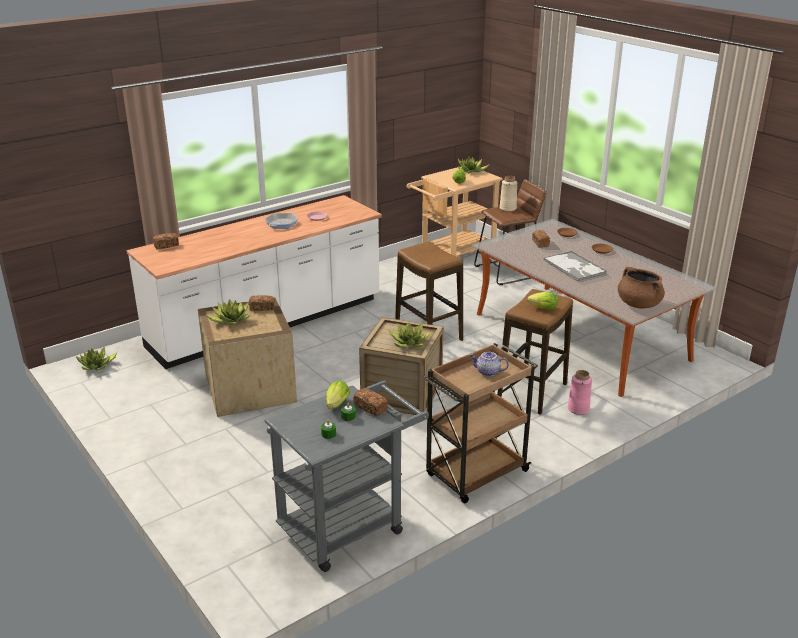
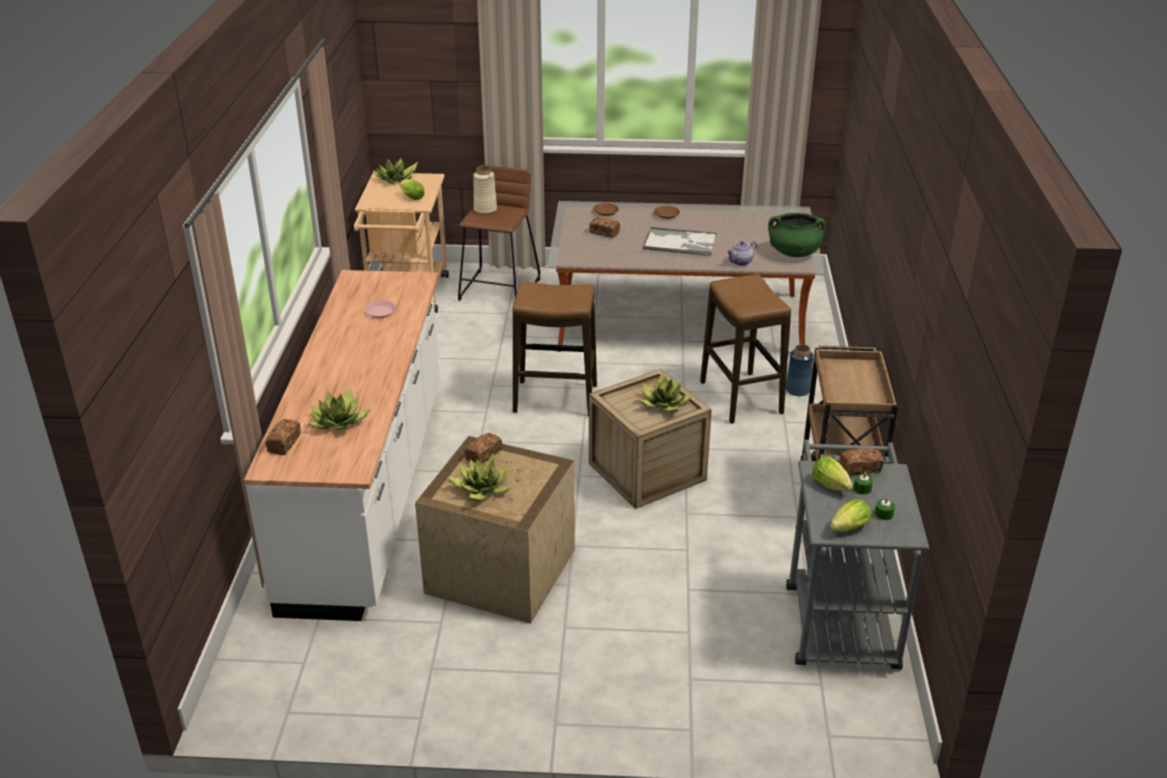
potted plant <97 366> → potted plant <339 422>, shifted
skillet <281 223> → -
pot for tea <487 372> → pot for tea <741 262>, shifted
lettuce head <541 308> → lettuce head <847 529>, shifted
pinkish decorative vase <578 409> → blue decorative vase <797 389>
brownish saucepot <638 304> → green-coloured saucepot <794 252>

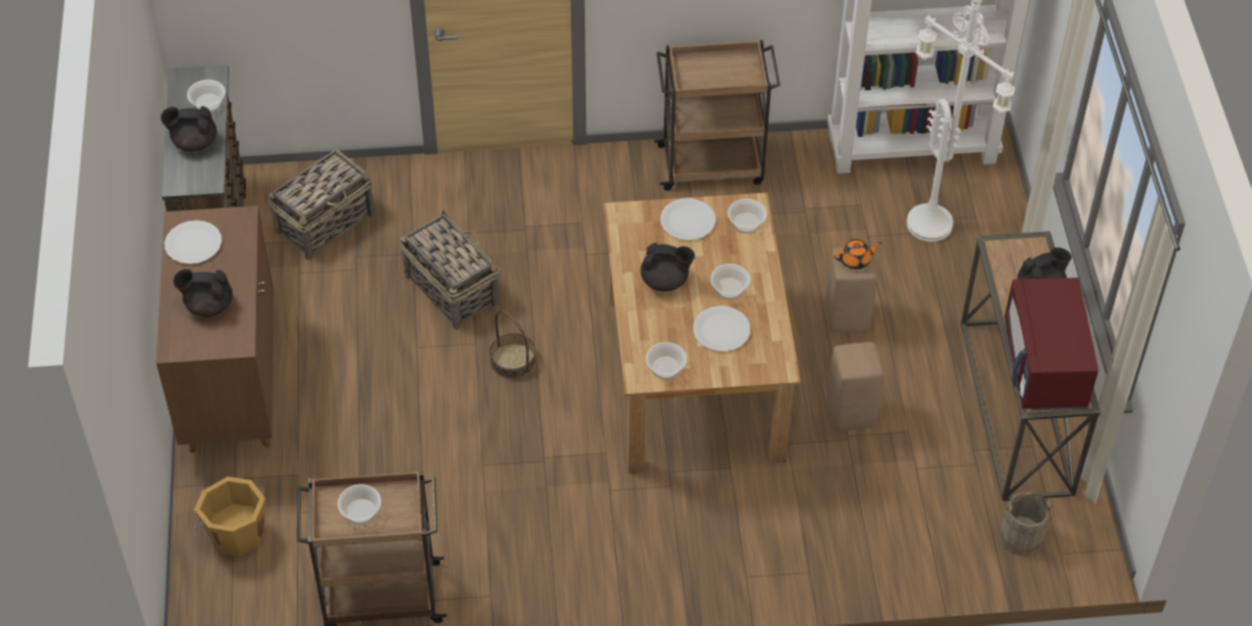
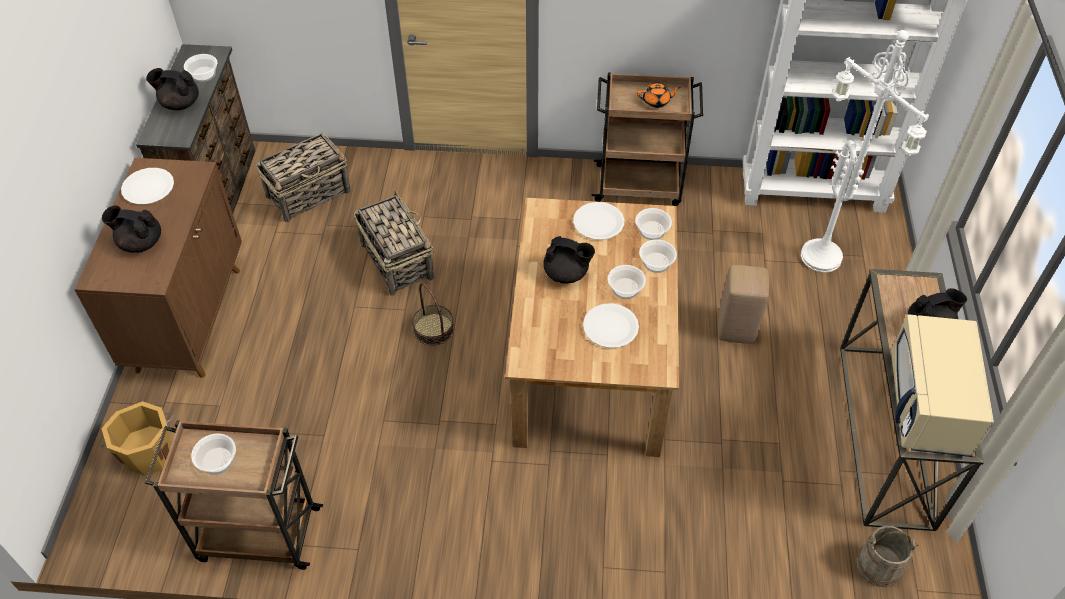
serving bowl <665 368> → serving bowl <656 262>, shifted
sand-coloured stool <851 414> → -
orange pot for tea <855 260> → orange pot for tea <656 101>, shifted
red-coloured microwave <1045 366> → sand-coloured microwave <929 405>

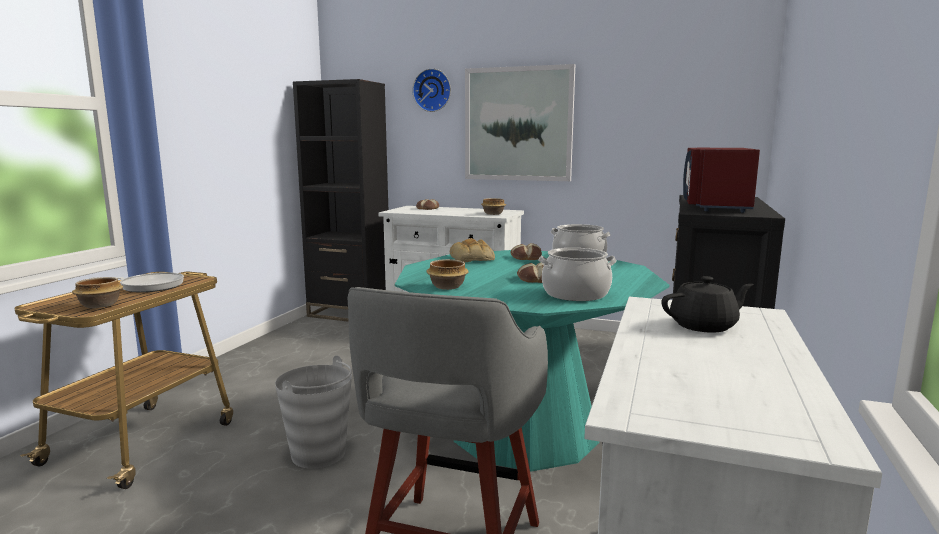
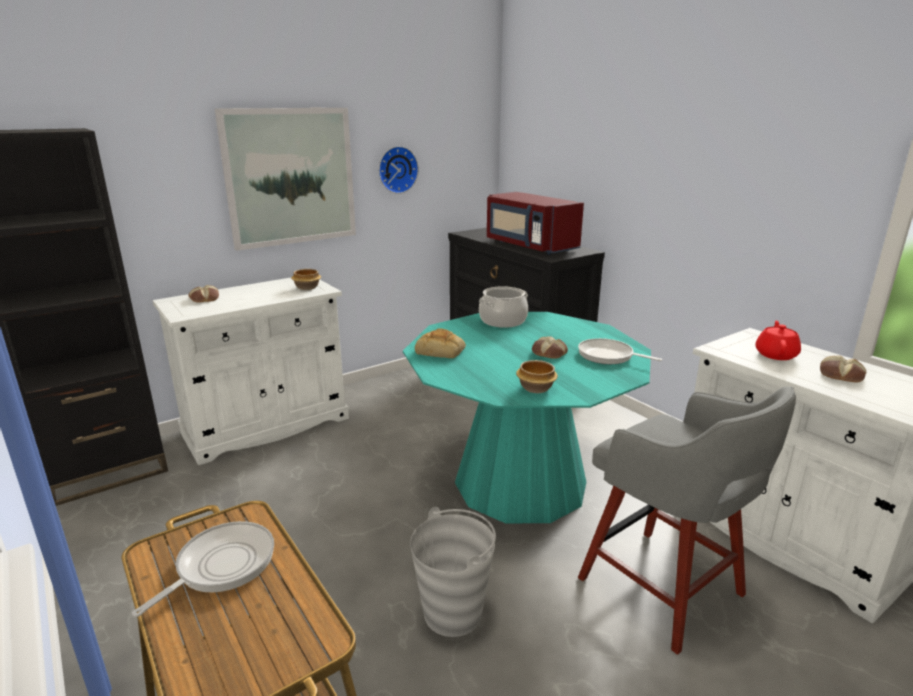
serving bowl <99 305> → -
clock on the wall <432 90> → clock on the wall <396 169>, shifted
bread <525 257> → bread <840 375>, shifted
saucepot <575 294> → skillet <608 356>
blackish pot for tea <704 326> → red-coloured pot for tea <776 354>

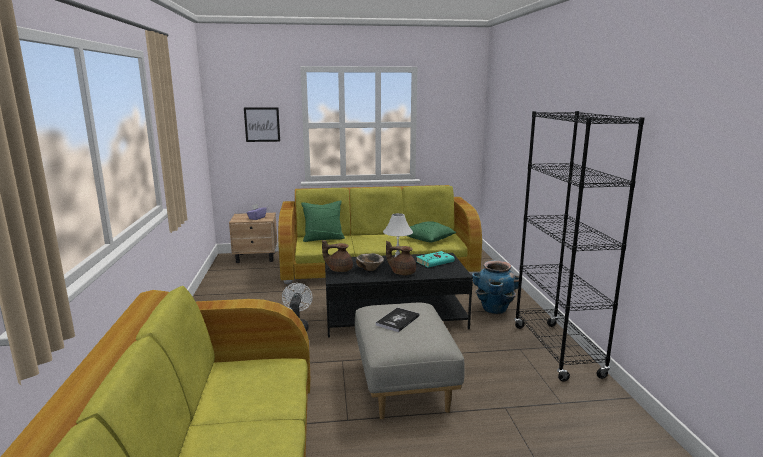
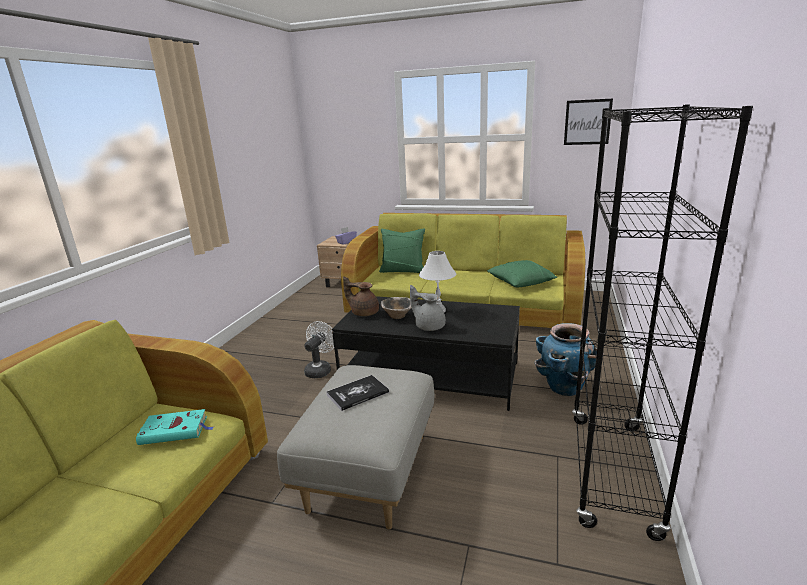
wall picture <262 124> → wall picture <587 122>, shifted
brownish pot for tea <402 272> → grey pot for tea <429 326>
turquoise-coloured bound book <435 261> → turquoise-coloured bound book <176 430>, shifted

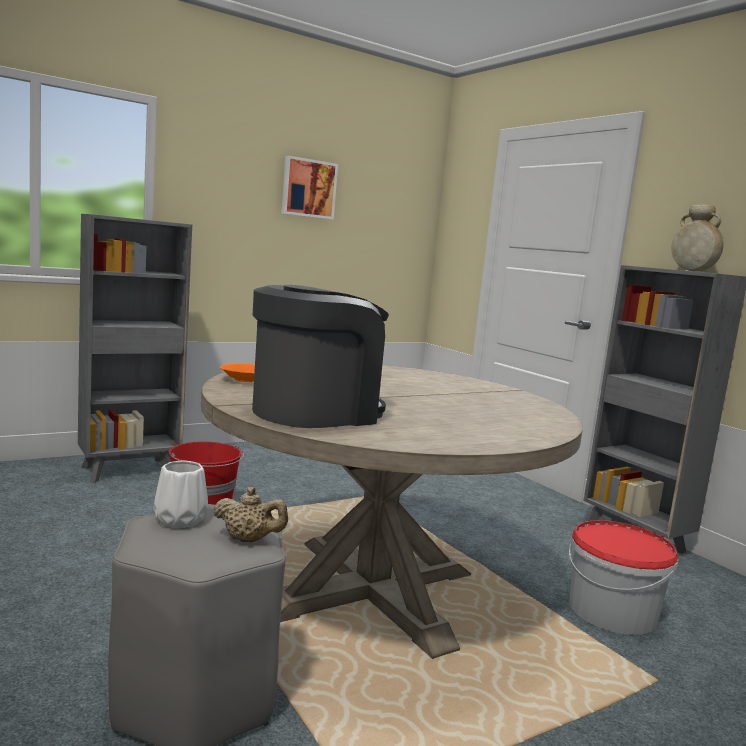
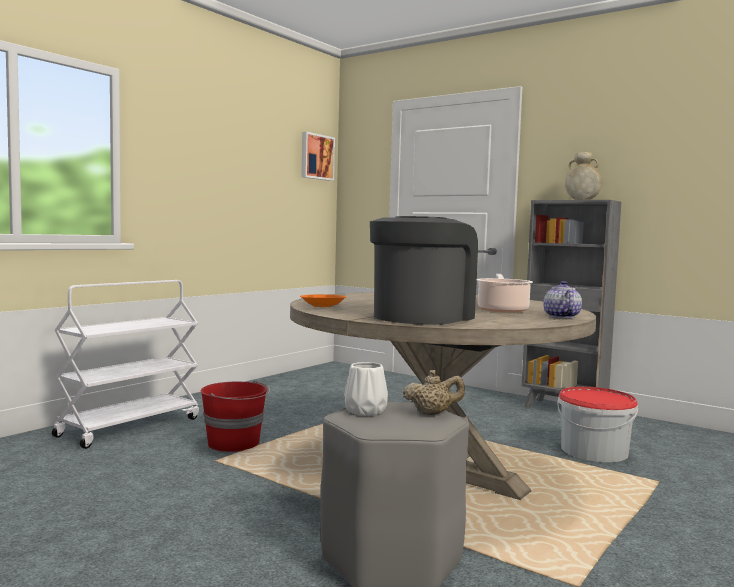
grey bookshelf <130 470> → white trolley <130 427>
wall picture <308 188> → wall picture <316 157>, shifted
- → saucepot <502 309>
- → pot for tea <560 316>

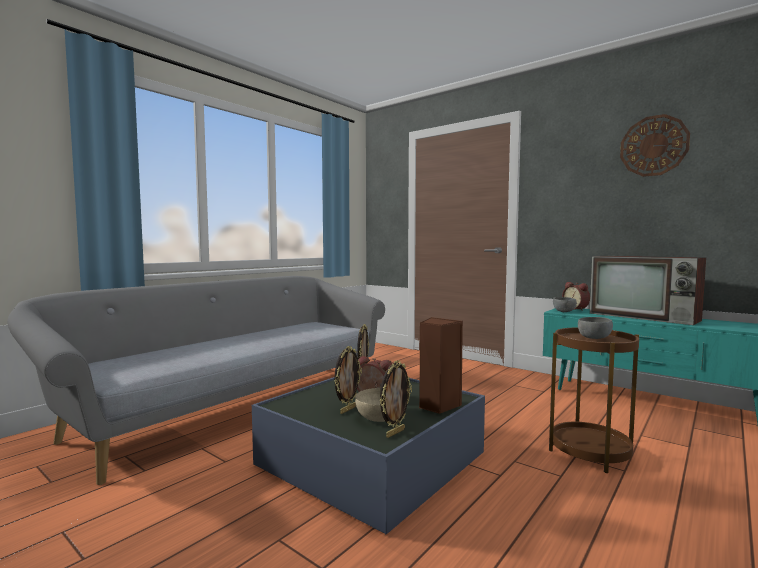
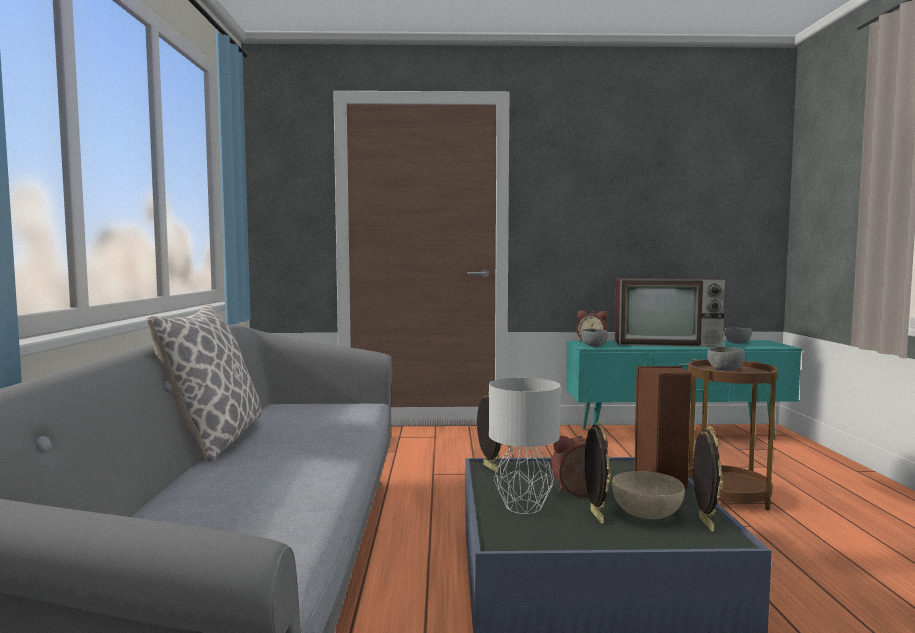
clock on the wall <653 146> → -
- → throw pillow <214 440>
- → grey table lamp <525 506>
- → grey serving bowl <737 343>

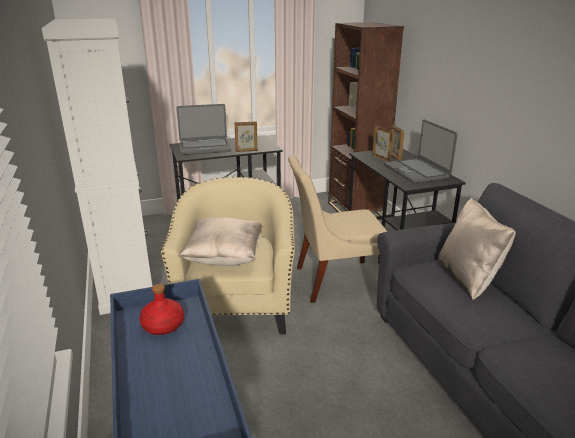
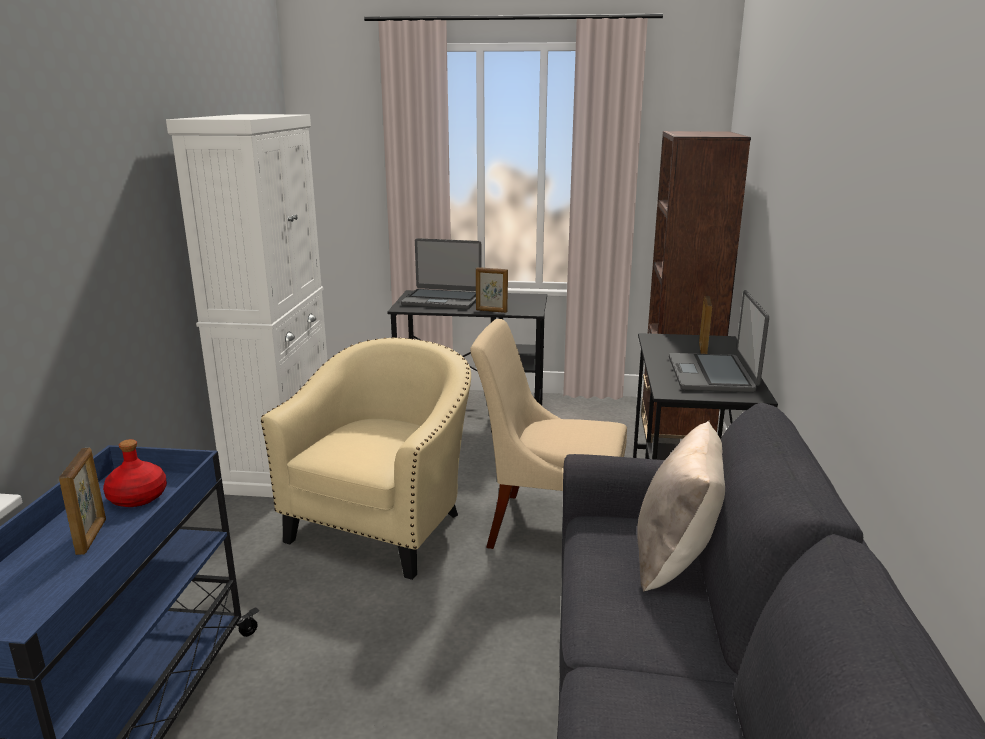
sand-coloured throw pillow <224 257> → -
photo frame <381 158> → photo frame <92 536>, shifted

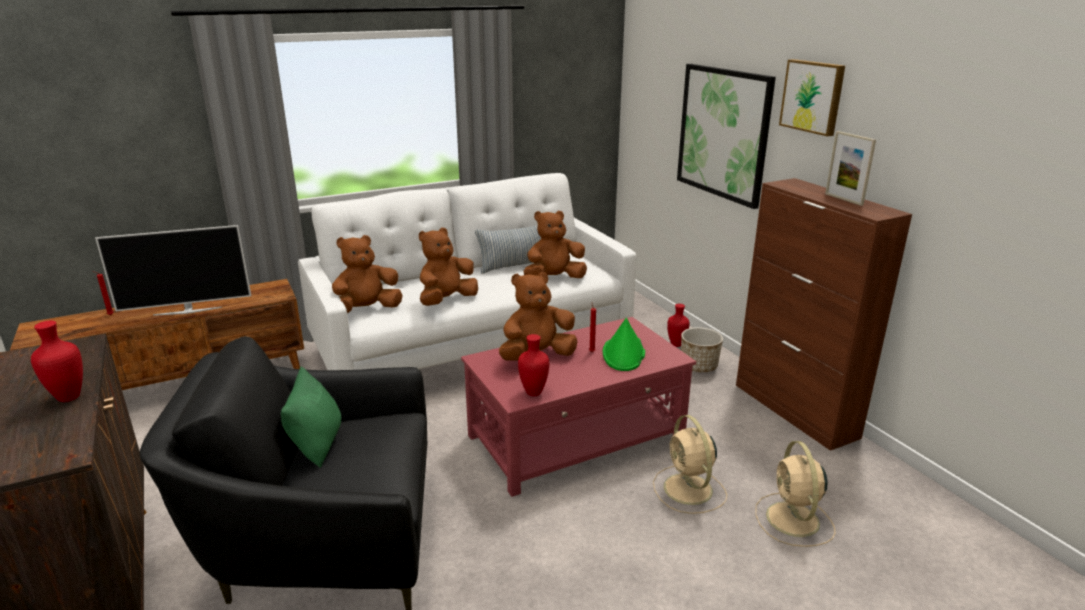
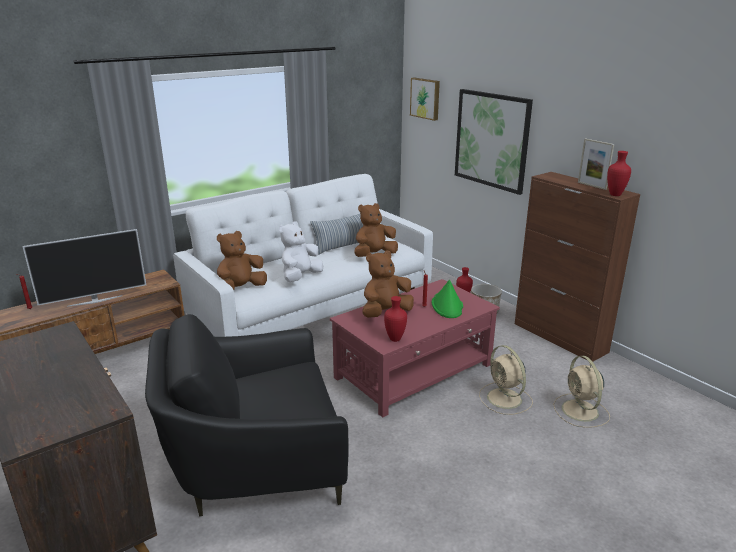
red-coloured decorative vase <68 397> → red-coloured decorative vase <614 194>, shifted
green-coloured throw pillow <316 444> → -
brownish soft toy <447 300> → white soft toy <300 277>
wall picture <813 96> → wall picture <425 98>, shifted

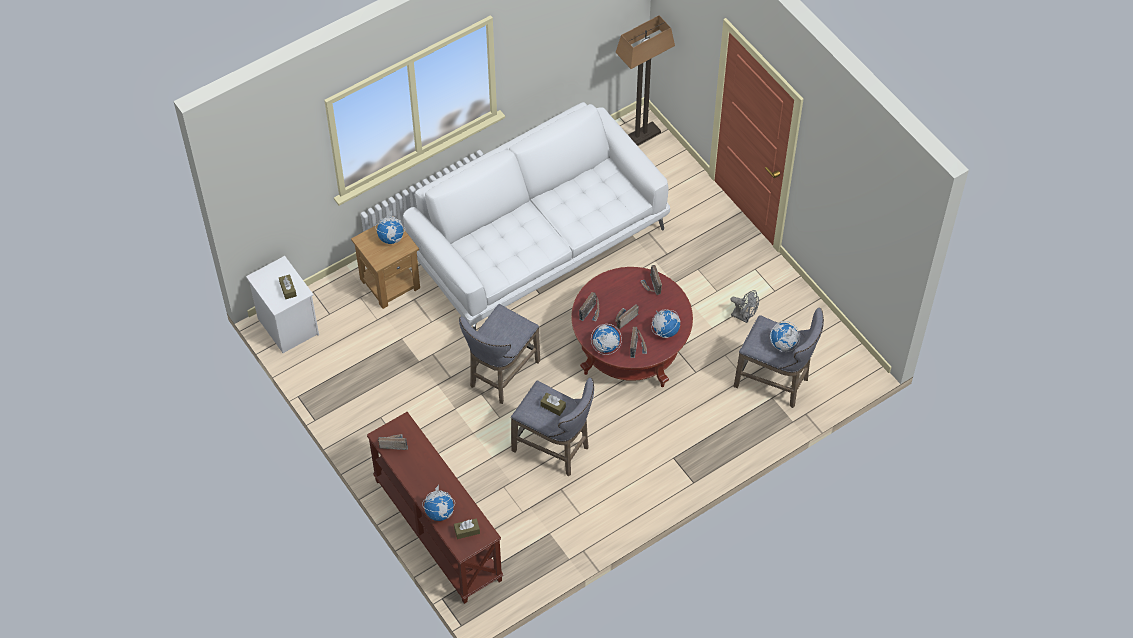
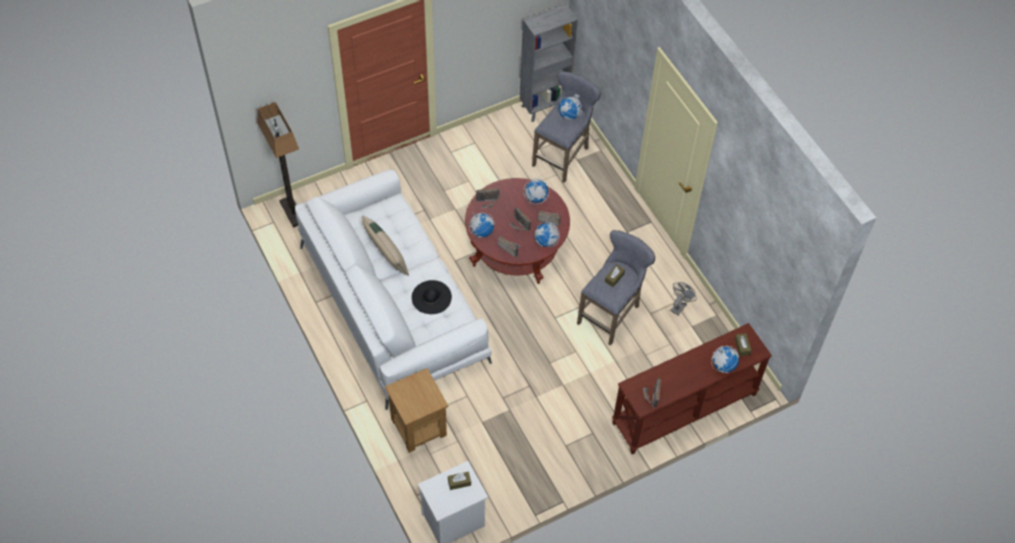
world globe <391 238> → world globe <481 232>, shifted
grey stool <501 375> → -
grey electric fan <744 316> → grey electric fan <679 306>, shifted
- → sand-coloured throw pillow <386 254>
- → blackish wearable hat <431 297>
- → grey bookshelf <545 106>

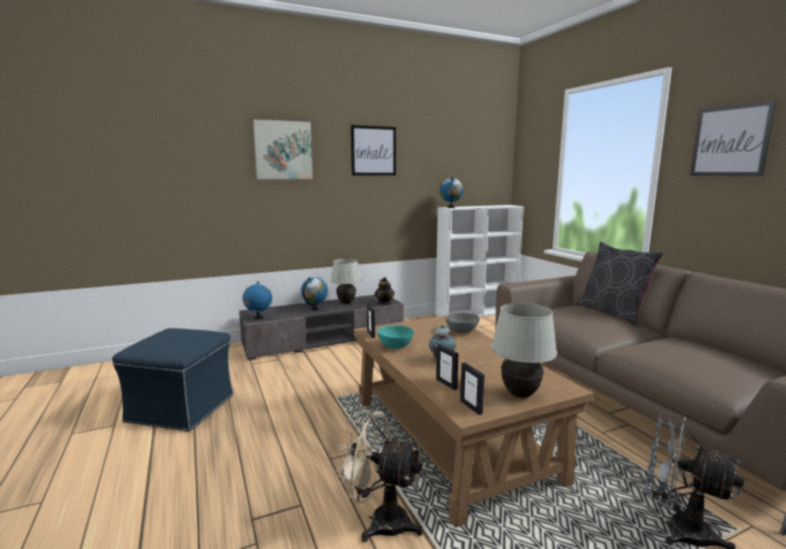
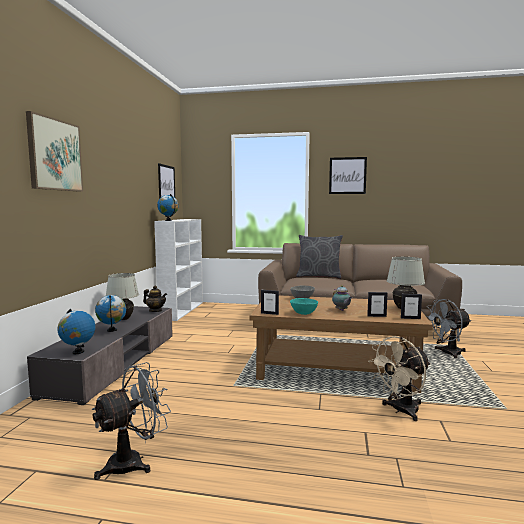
blue ottoman <182 408> → grey electric fan <133 462>
wall picture <373 151> → wall picture <166 184>, shifted

